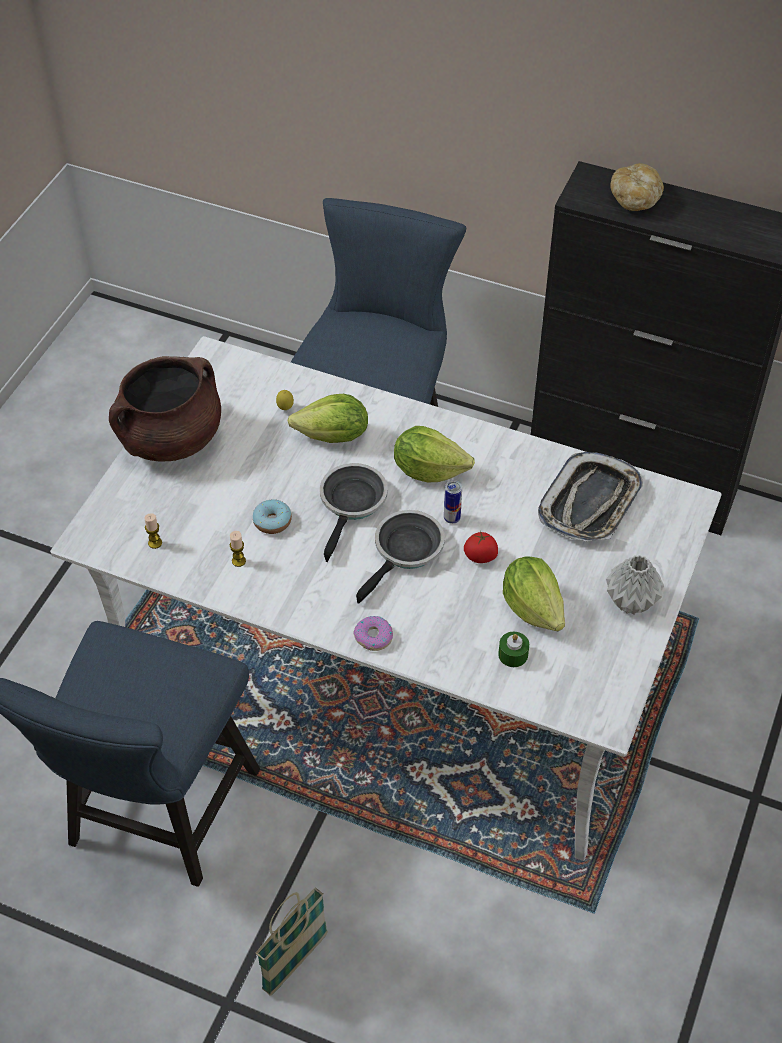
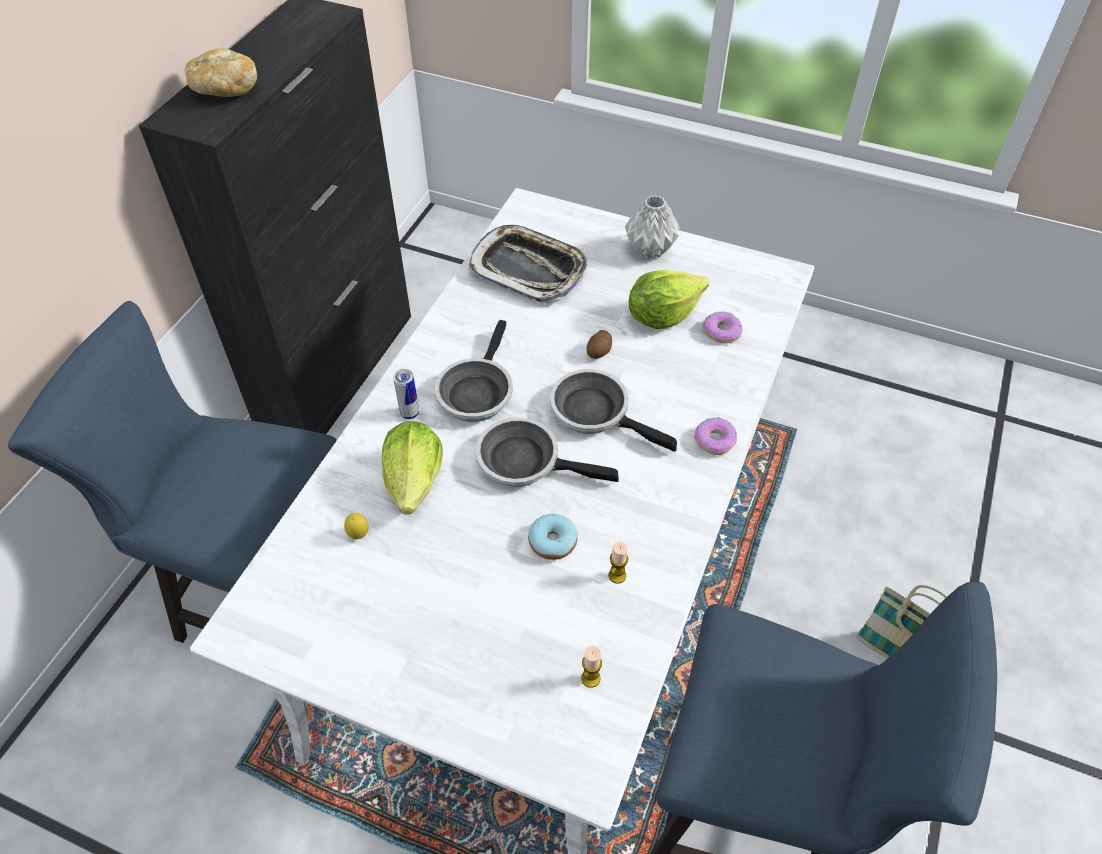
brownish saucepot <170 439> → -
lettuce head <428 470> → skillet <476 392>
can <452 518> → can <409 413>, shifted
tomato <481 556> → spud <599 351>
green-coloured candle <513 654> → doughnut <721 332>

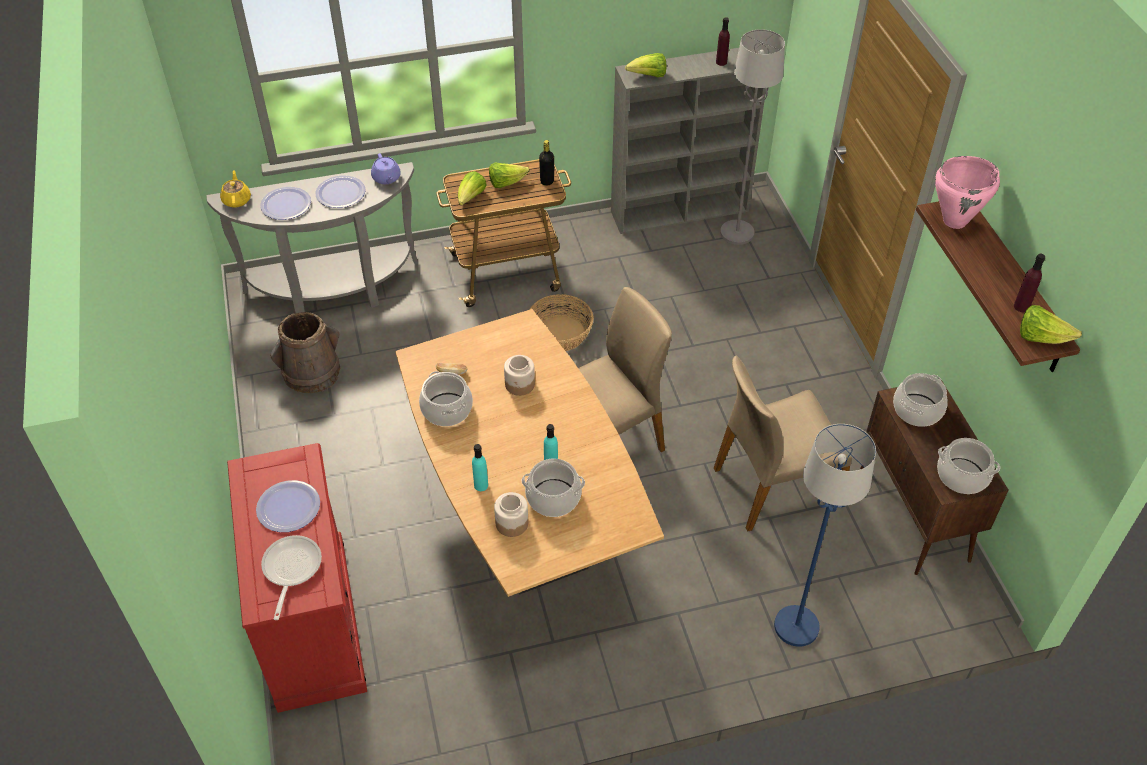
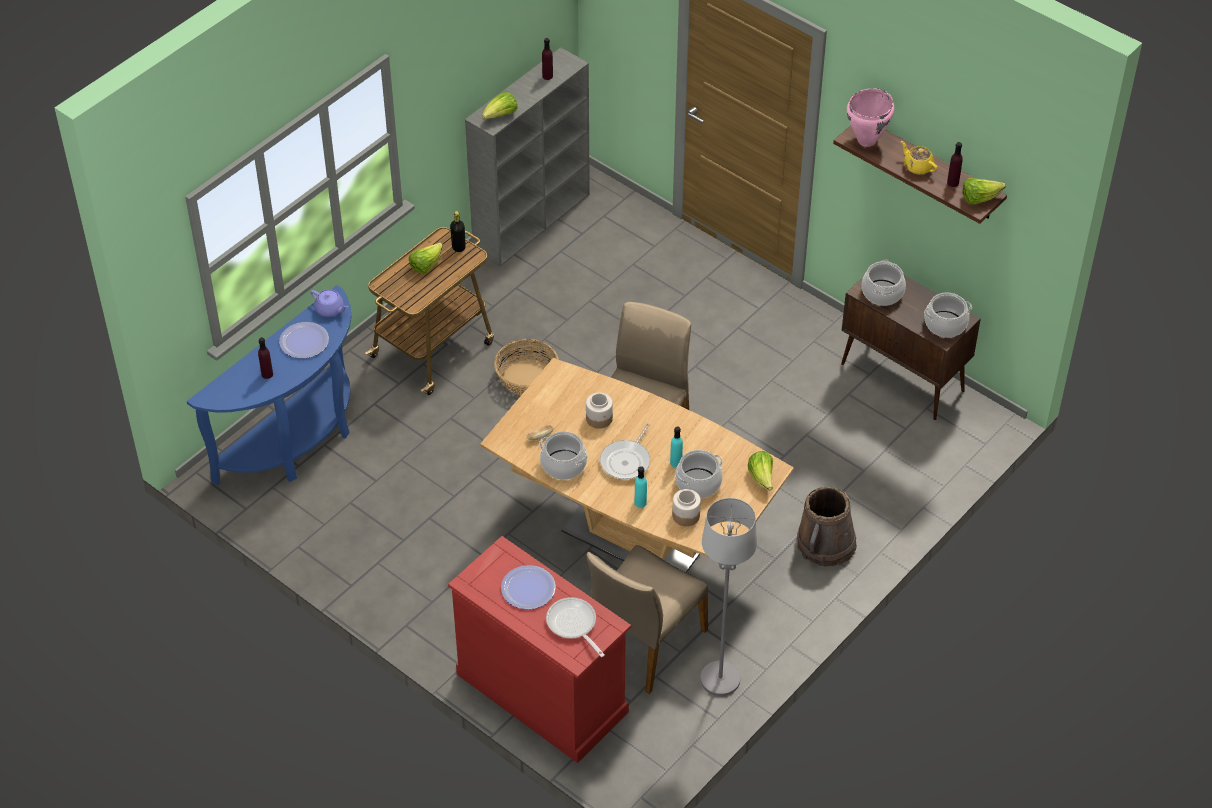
grey narrow table <333 291> → blue narrow table <296 441>
yellow pot for tea <237 200> → yellow pot for tea <917 167>, shifted
dinner plate <286 204> → purple-coloured drink bottle <267 374>
brownish pail <312 372> → brownish pail <826 544>, shifted
lettuce head <471 198> → lettuce head <762 478>, shifted
sand-coloured upright chair <774 486> → sand-coloured upright chair <643 642>, shifted
grey floor lamp <736 233> → grey floor lamp <720 680>, shifted
blue floor lamp <796 627> → -
- → skillet <627 461>

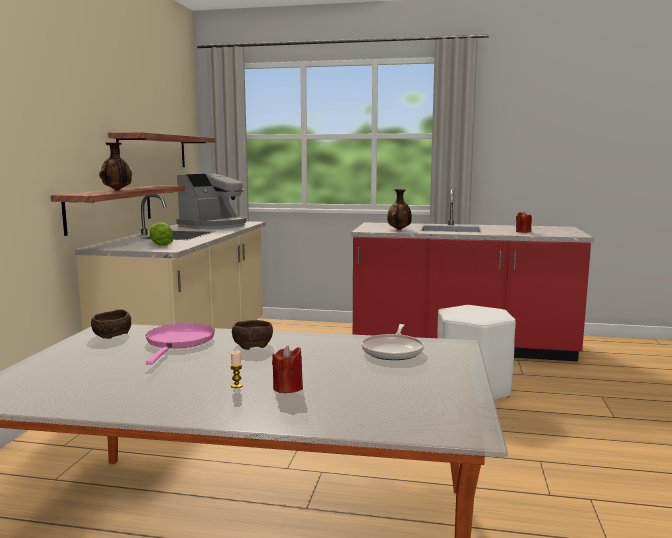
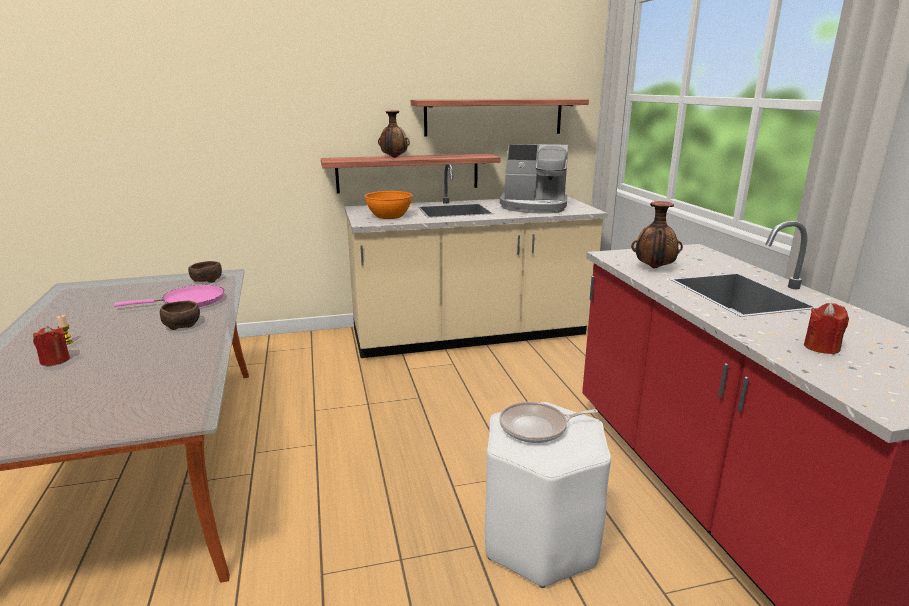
lettuce head <159 244> → orange serving bowl <389 216>
skillet <393 351> → skillet <537 427>, shifted

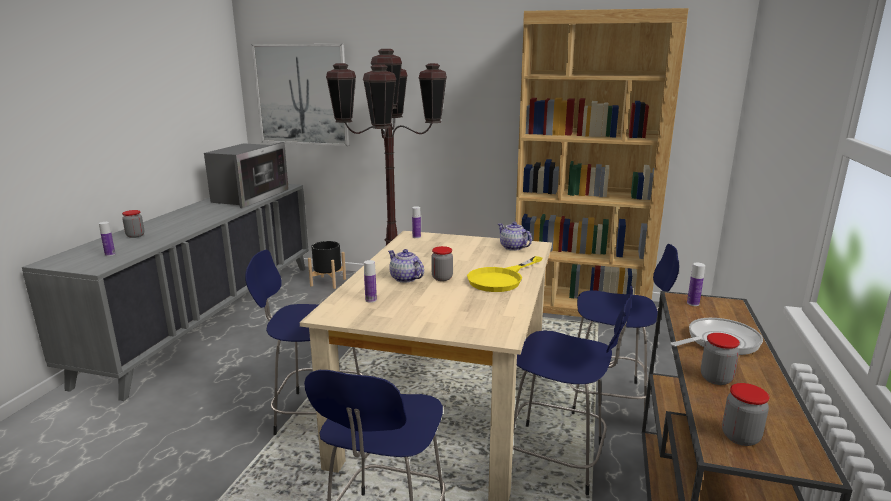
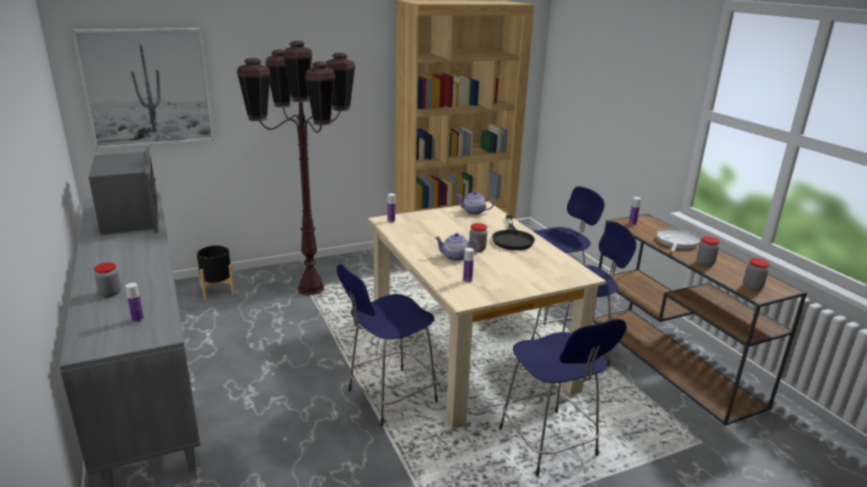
yellow skillet <501 279> → blackish skillet <512 238>

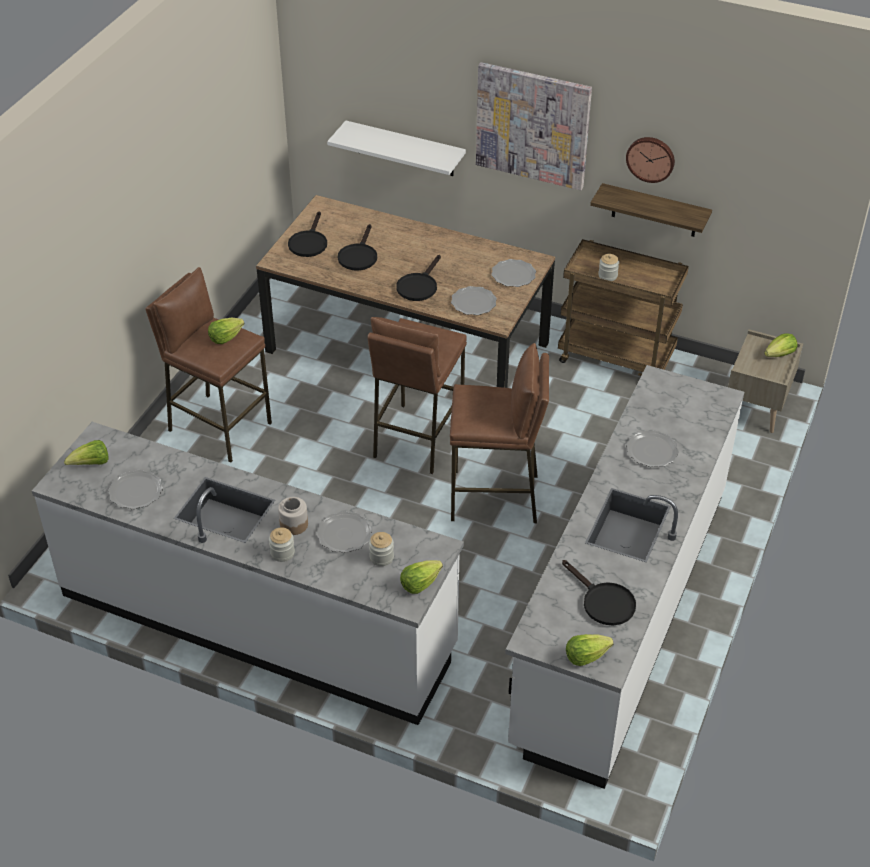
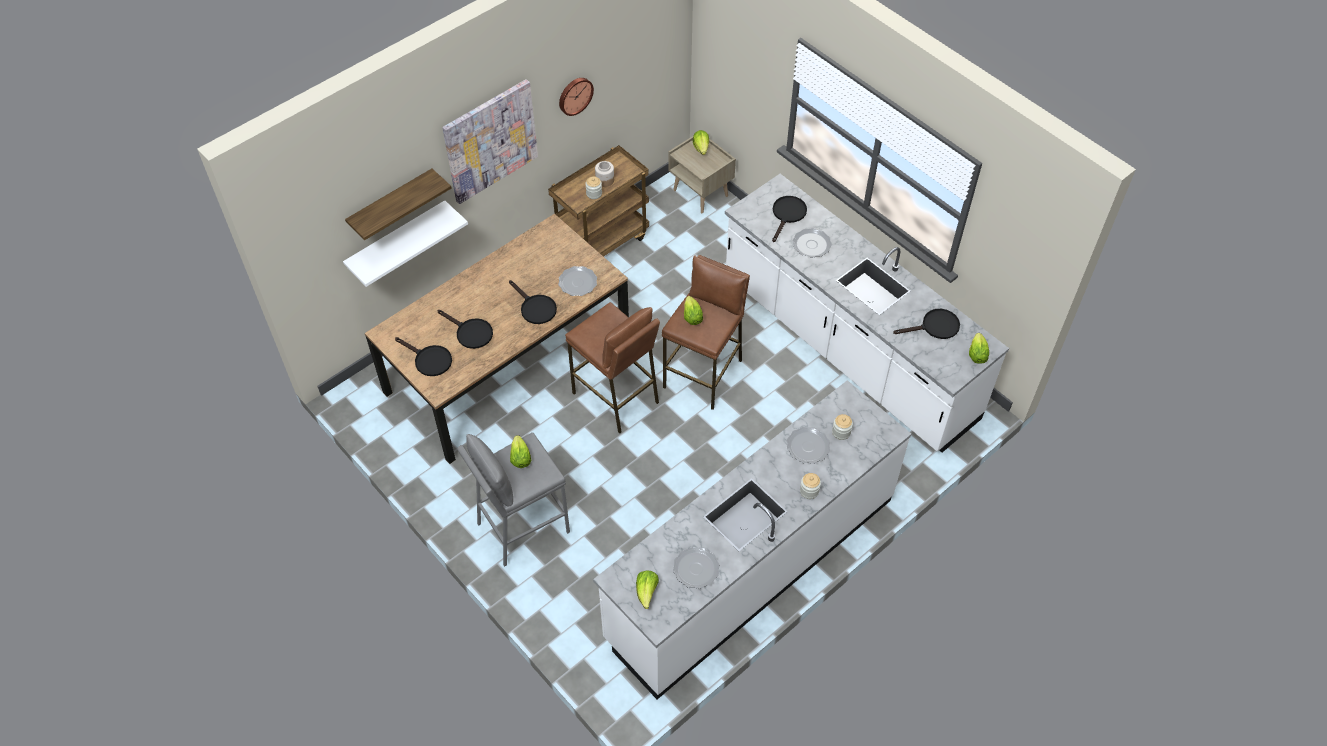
brownish stool <219 426> → grey stool <522 527>
jar <293 524> → jar <604 180>, shifted
lettuce head <419 584> → lettuce head <692 317>, shifted
dinner plate <513 275> → -
shelf <654 211> → shelf <391 204>, shifted
- → blackish skillet <787 215>

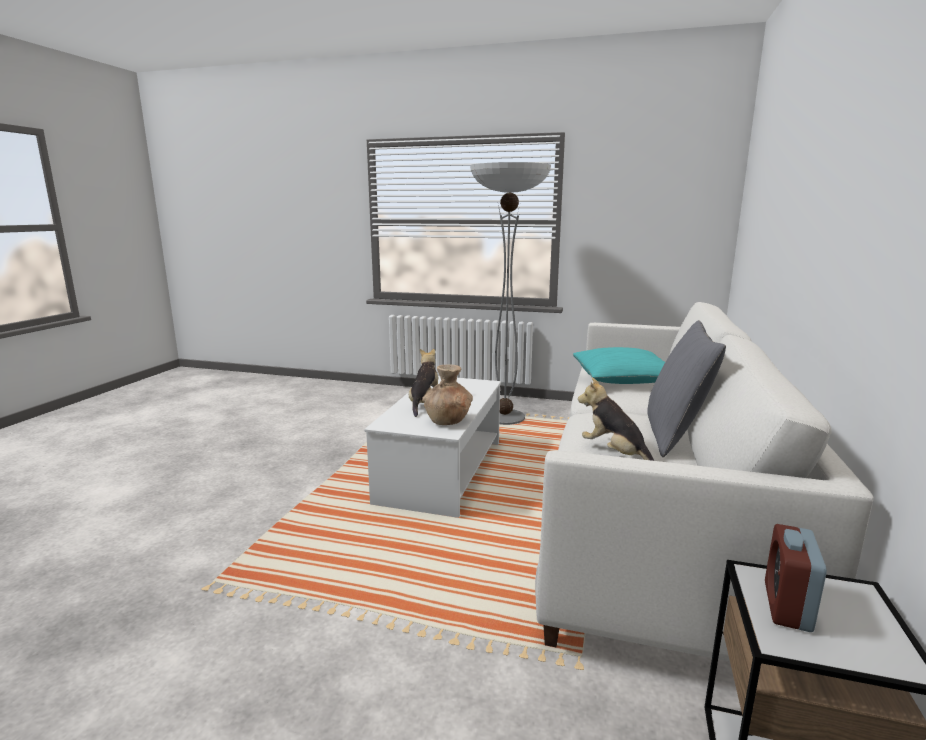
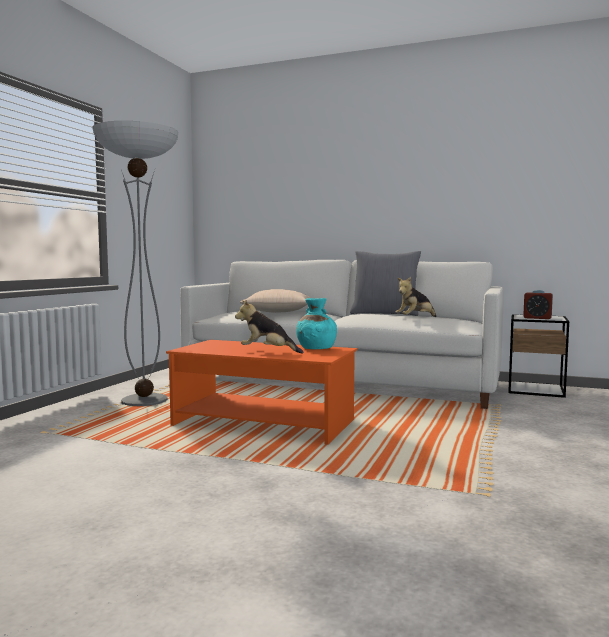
white lounge table <441 471> → orange lounge table <264 423>
brownish decorative vase <448 421> → turquoise-coloured decorative vase <315 348>
turquoise-coloured throw pillow <623 379> → sand-coloured throw pillow <278 312>

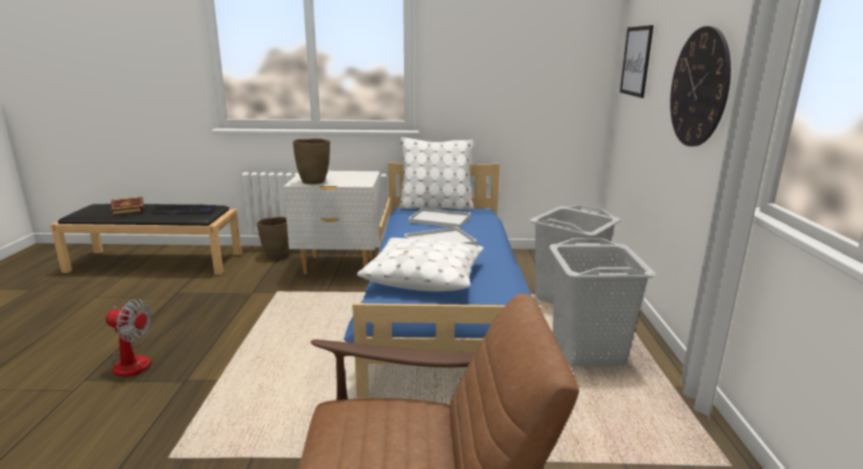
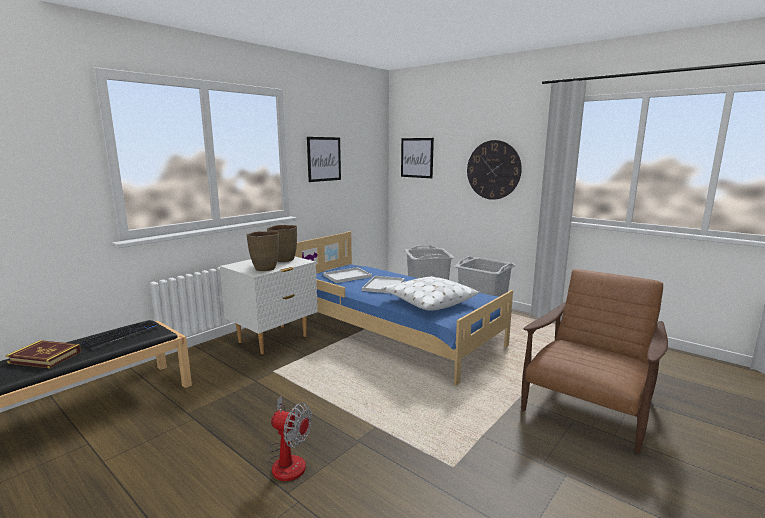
electric fan <132 360> → electric fan <288 460>, 60 degrees clockwise
brownish decorative vase <276 255> → brownish decorative vase <284 260>, shifted
white throw pillow <435 207> → -
- → wall picture <324 159>

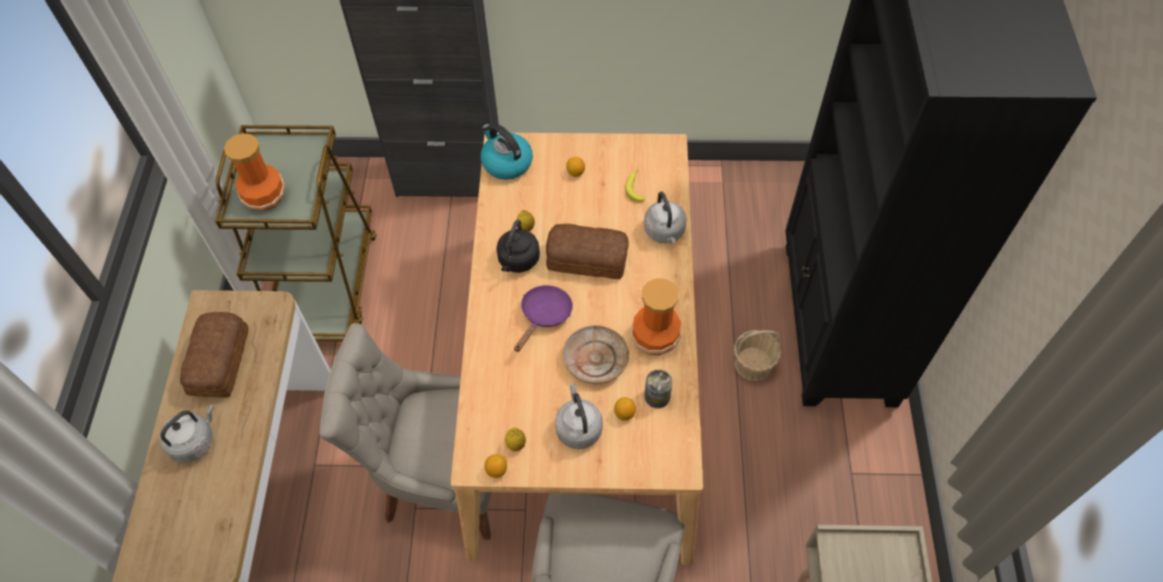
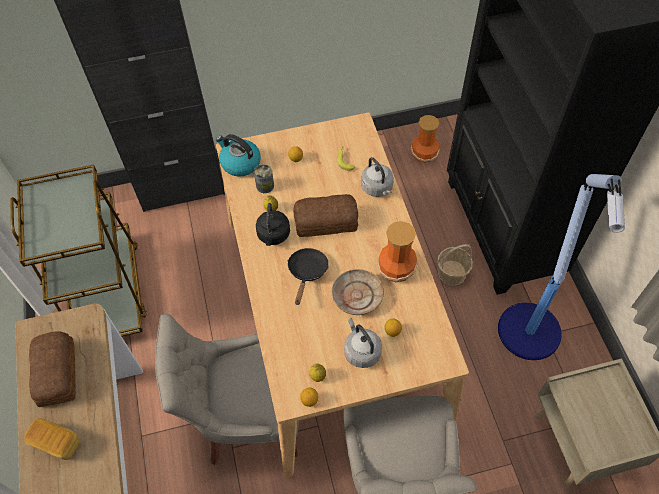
grey water kettle <194 441> → bread <56 443>
decorative vase <265 194> → decorative vase <424 153>, shifted
purple-coloured skillet <544 316> → blackish skillet <307 272>
can <657 396> → can <265 186>, shifted
- → floor lamp <529 334>

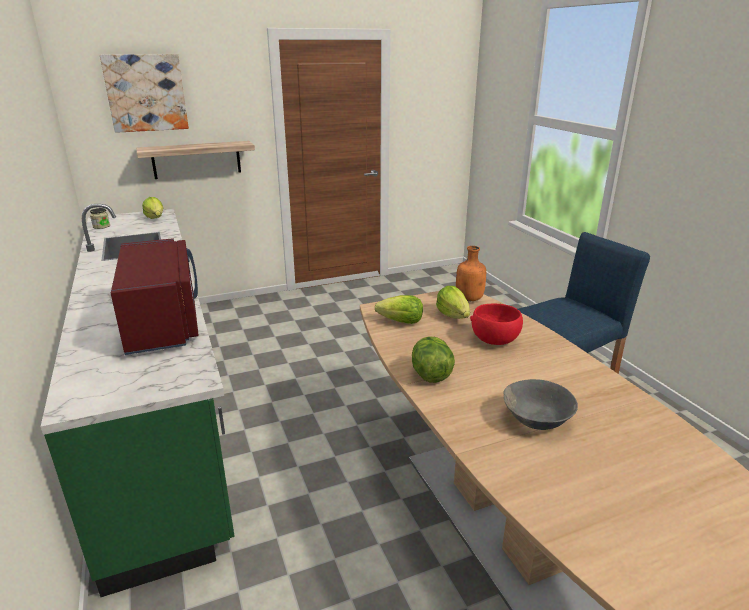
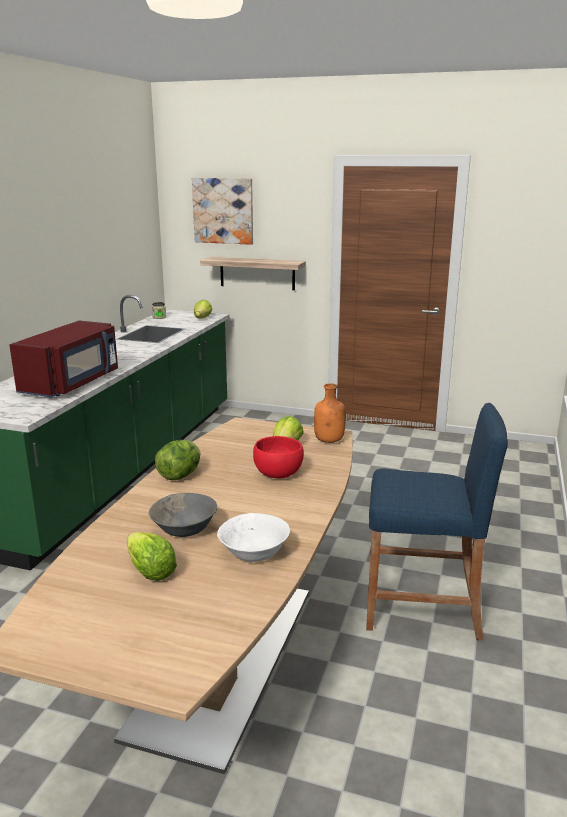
lettuce head <401 322> → lettuce head <150 572>, shifted
- → white serving bowl <255 553>

